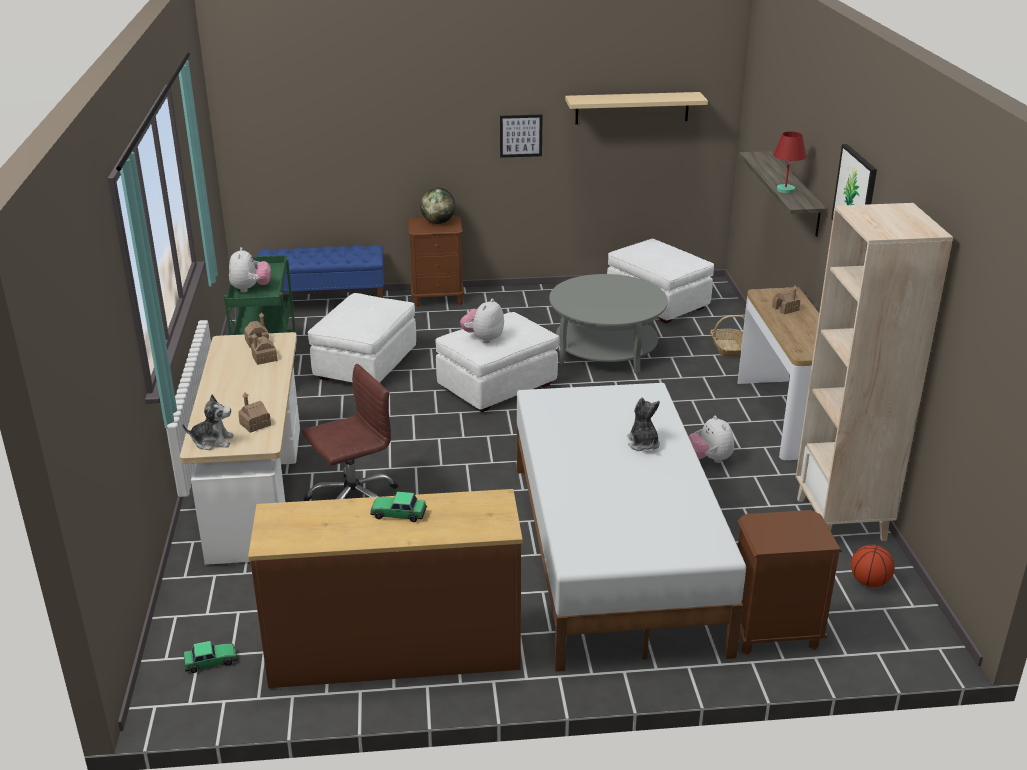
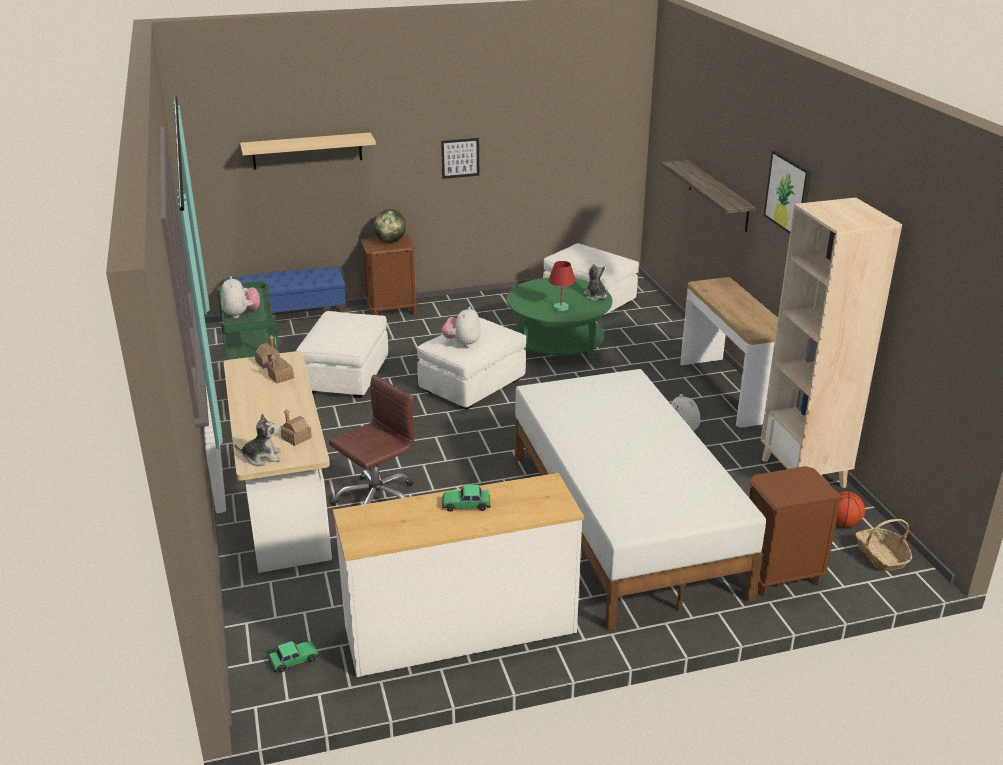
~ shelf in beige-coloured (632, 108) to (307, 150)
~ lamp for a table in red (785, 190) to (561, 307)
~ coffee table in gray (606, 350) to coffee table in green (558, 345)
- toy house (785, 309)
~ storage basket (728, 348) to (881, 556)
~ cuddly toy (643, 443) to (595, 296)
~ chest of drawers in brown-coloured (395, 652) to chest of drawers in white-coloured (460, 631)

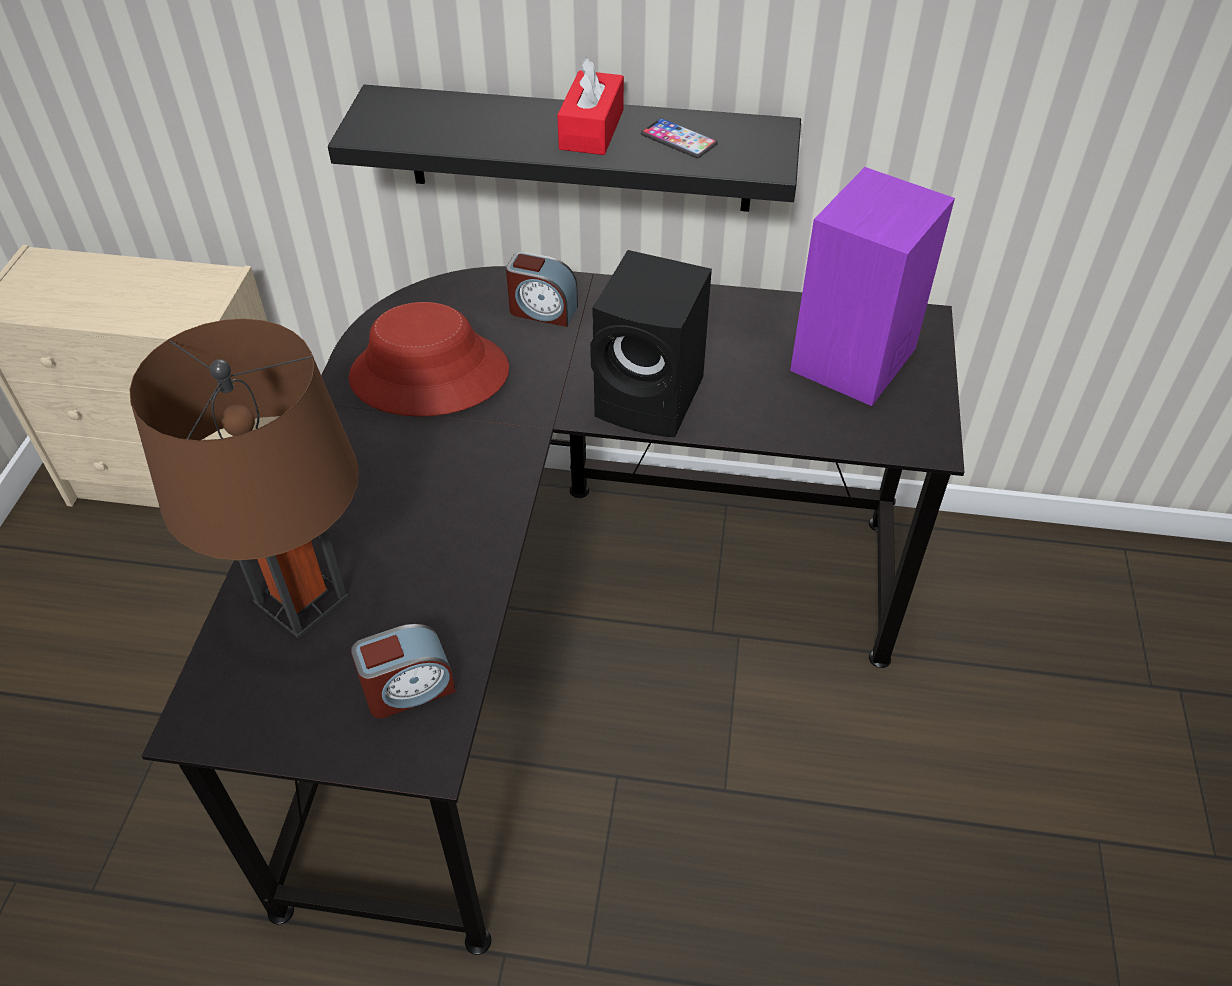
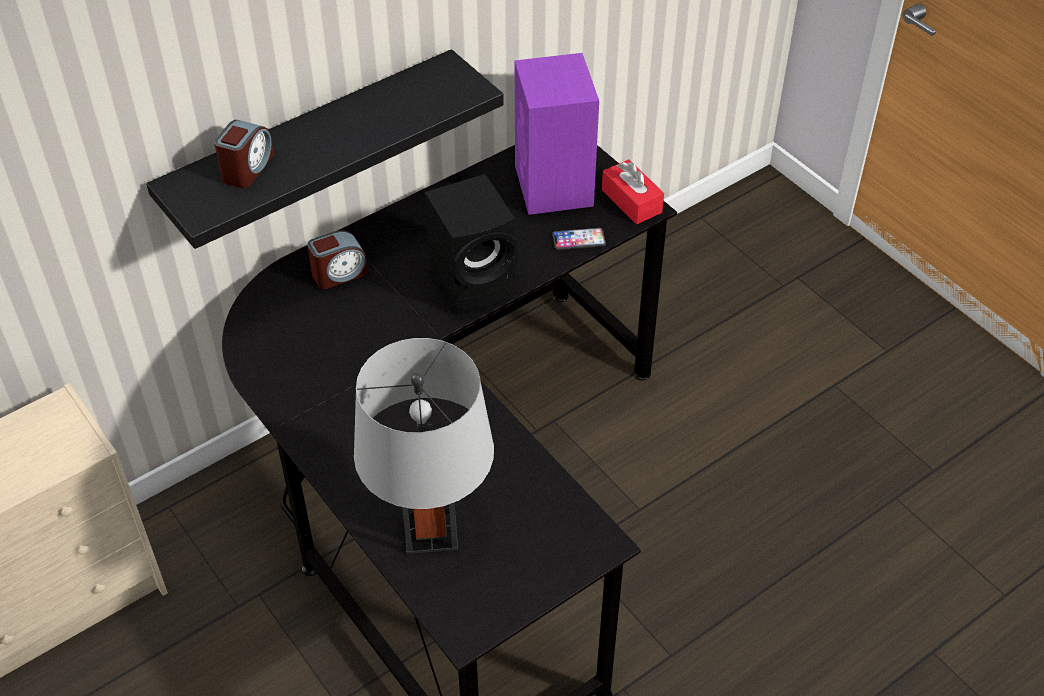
~ tissue box in red (591, 129) to (631, 201)
~ phone (679, 139) to (578, 240)
- hat in red (429, 375)
~ lamp for a table in brown-coloured (301, 599) to lamp for a table in gray (431, 531)
~ alarm clock (408, 689) to (247, 168)

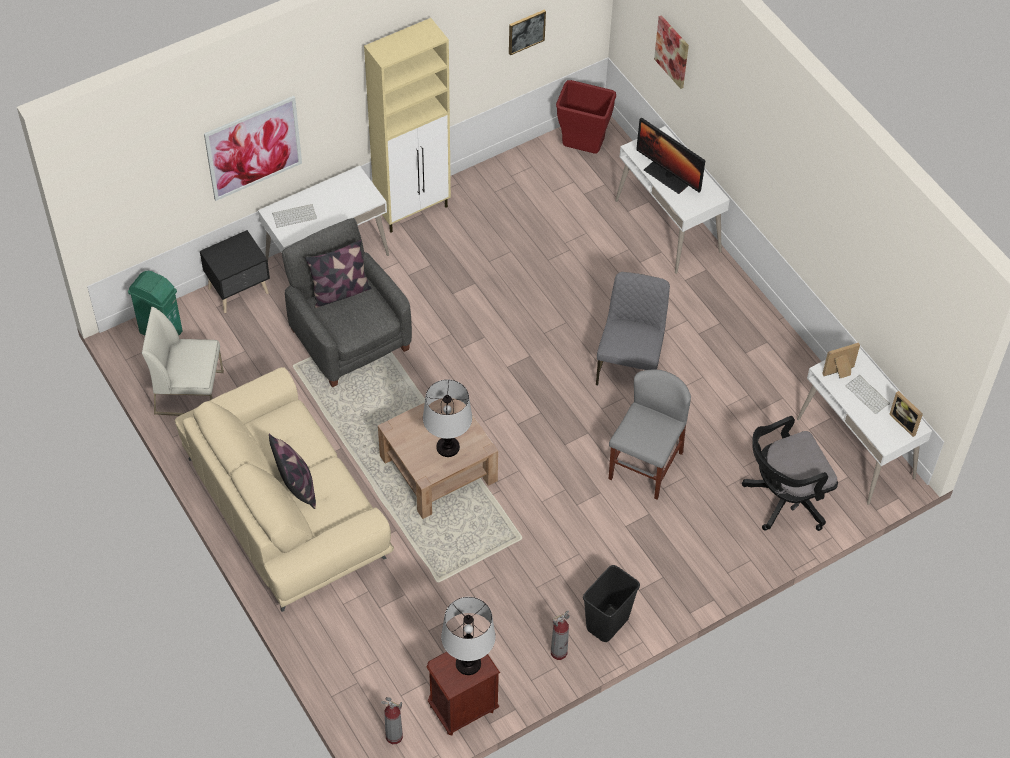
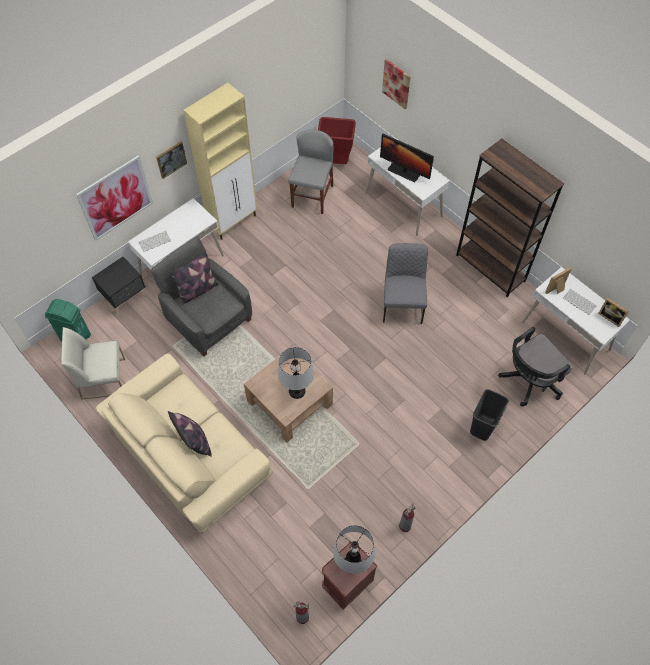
~ wall picture (526, 31) to (171, 159)
~ plain chair in gray (645, 466) to (312, 196)
~ waste bin in black-coloured (607, 624) to (483, 427)
+ shelving unit in brown-coloured (490, 268)

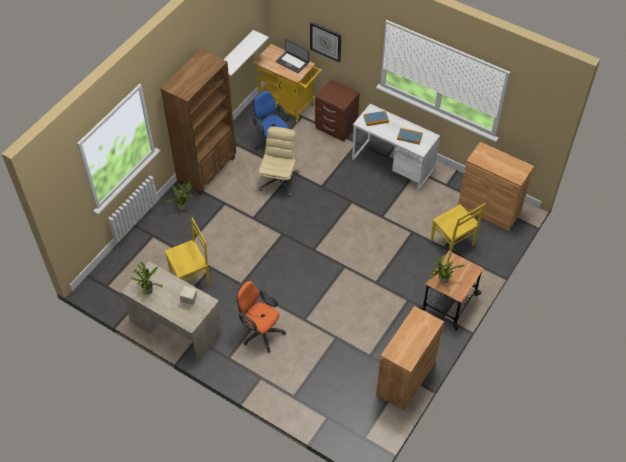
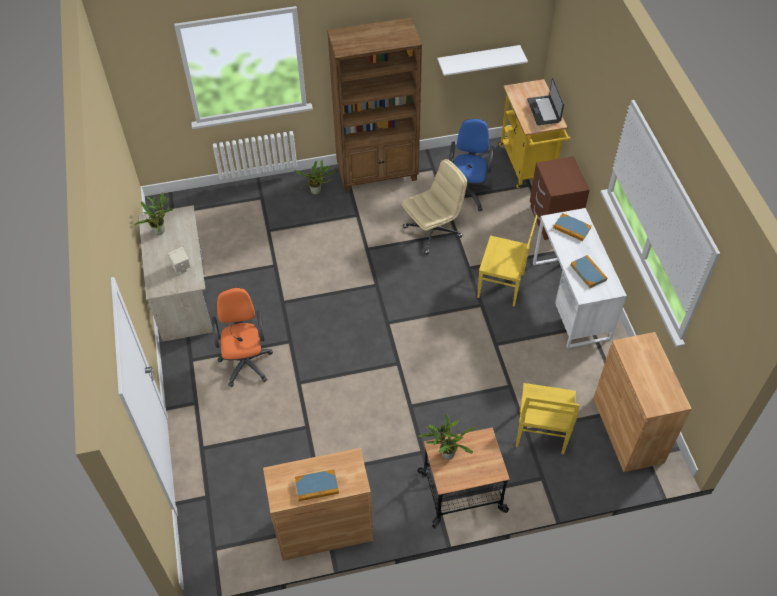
- wall clock (326, 41)
~ plain chair in yellow (191, 277) to (502, 286)
+ book (317, 486)

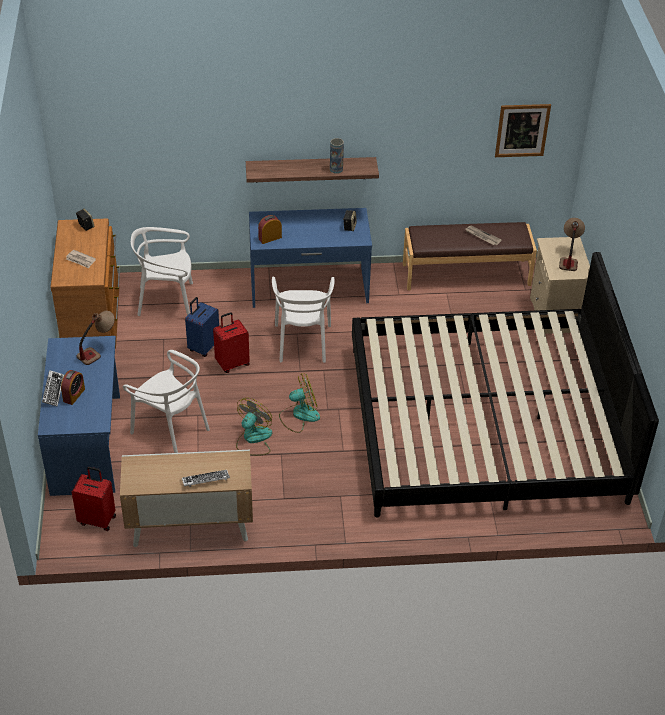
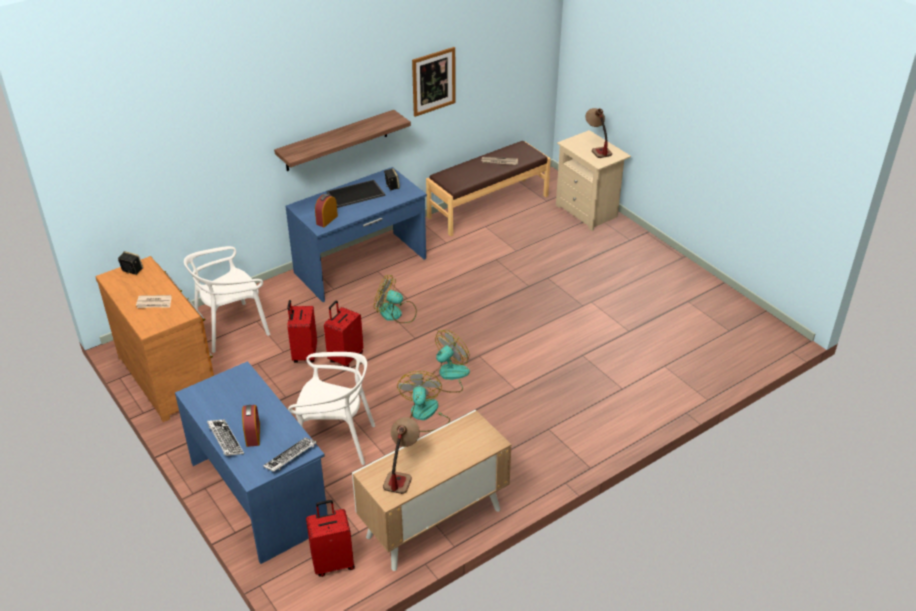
~ wall picture (522, 130) to (433, 81)
- flower vase (336, 169)
- sleeping bed (485, 423)
~ plain chair in white-coloured (302, 342) to fan (396, 313)
~ suitcase in blue (203, 347) to suitcase in red (304, 354)
~ lamp for a table (98, 351) to (401, 472)
~ keyboard (205, 480) to (290, 457)
+ tray (355, 194)

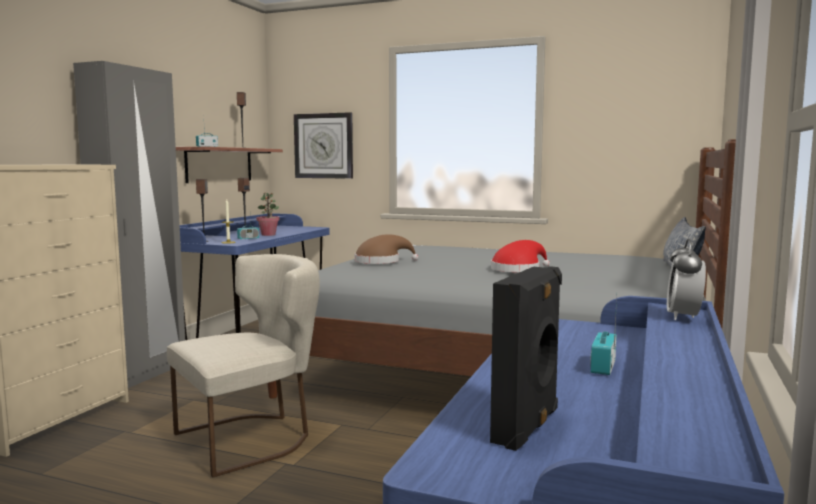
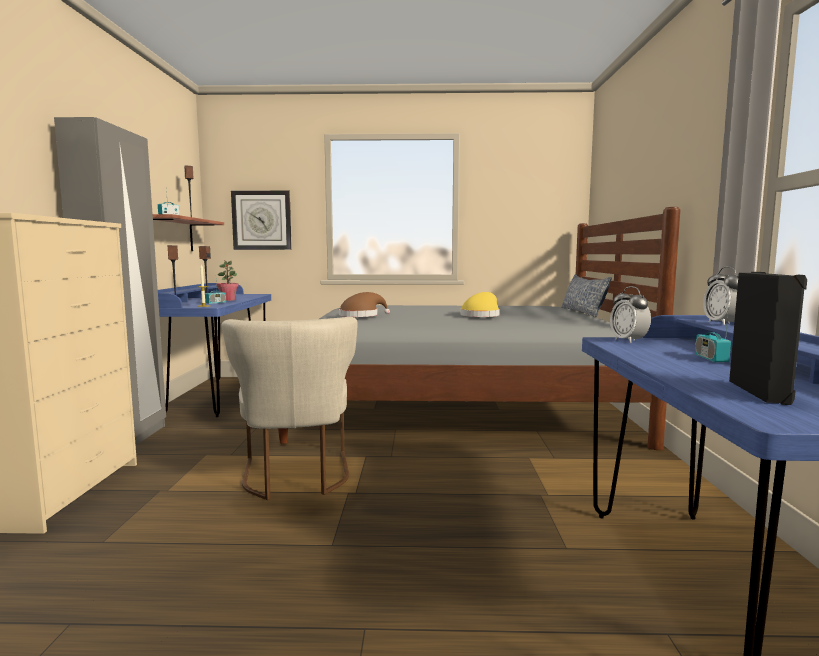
~ hat in red (518, 269) to hat in yellow (481, 316)
~ plain chair in beige-coloured (252, 438) = (296, 477) 135 degrees clockwise
+ alarm clock (628, 341)

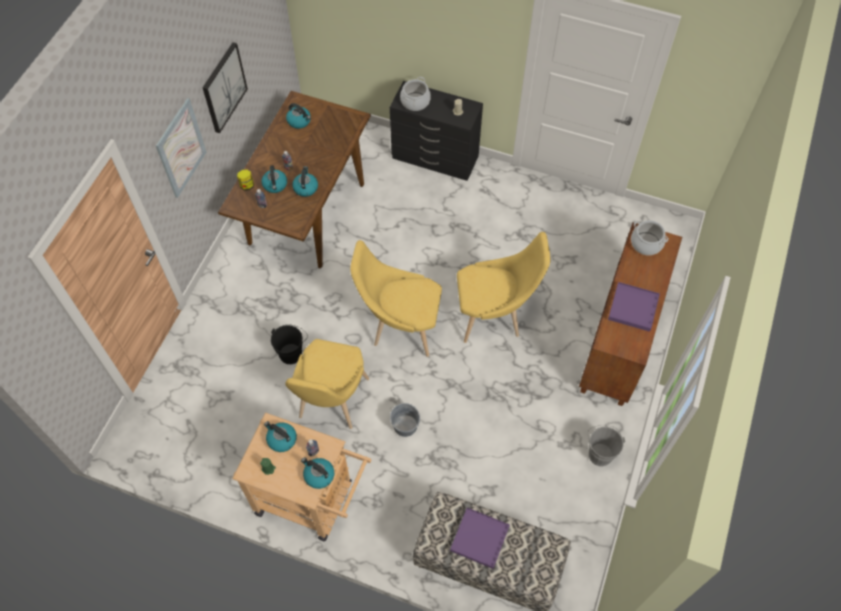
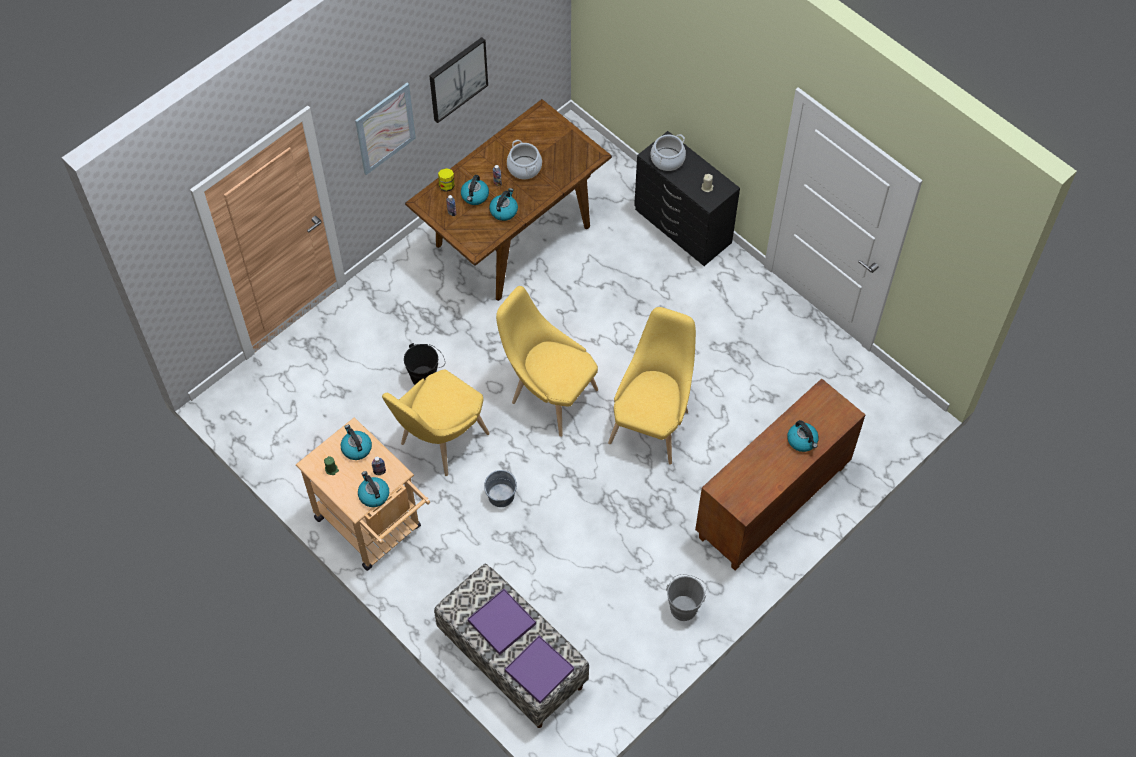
~ kettle (299, 121) to (802, 441)
~ saucepot (646, 244) to (524, 168)
~ plain chair in yellow (493, 315) = (652, 422) 90 degrees counterclockwise
~ tray in purple-coloured (633, 308) to (539, 670)

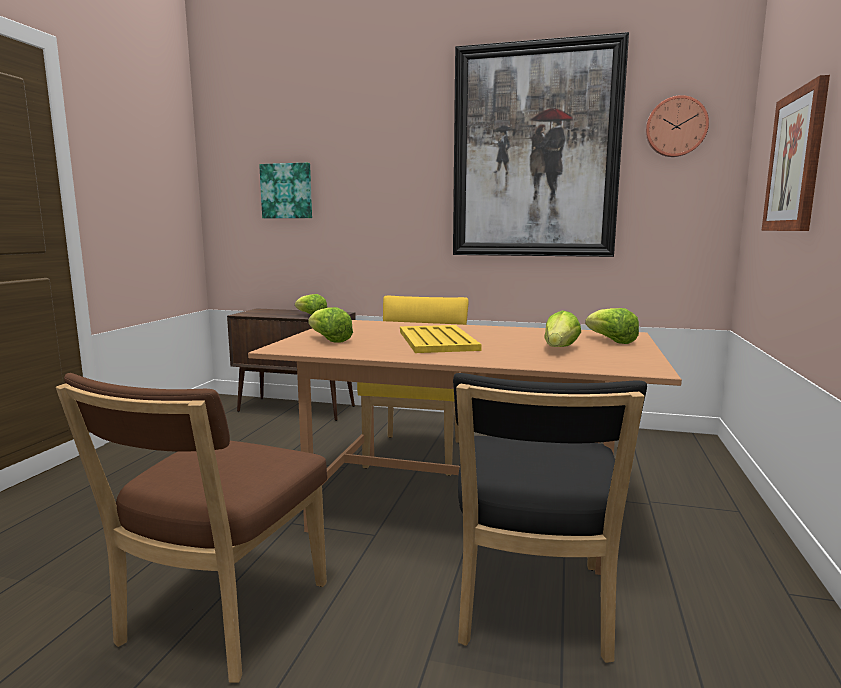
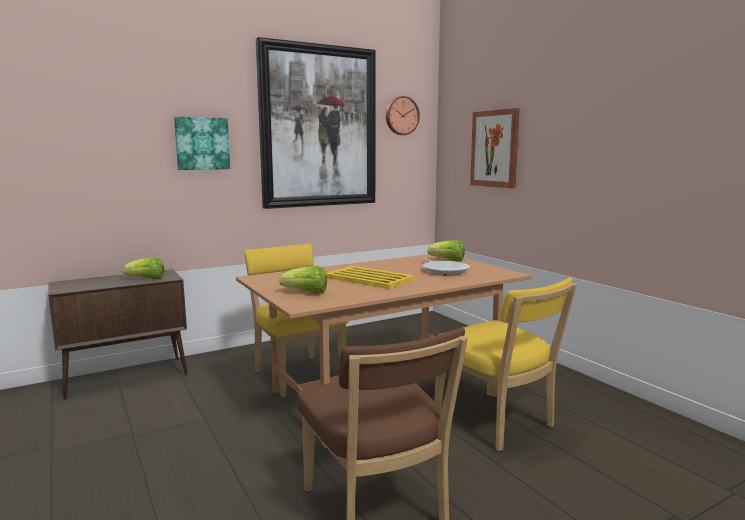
~ wall picture (287, 191) to (202, 143)
~ lettuce head (559, 349) to frying pan (444, 270)
~ plain chair in black-coloured (531, 609) to plain chair in yellow (497, 423)

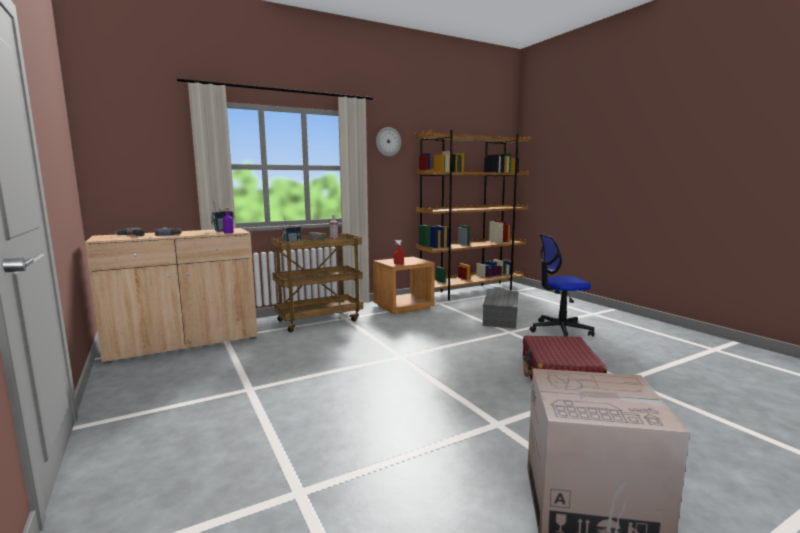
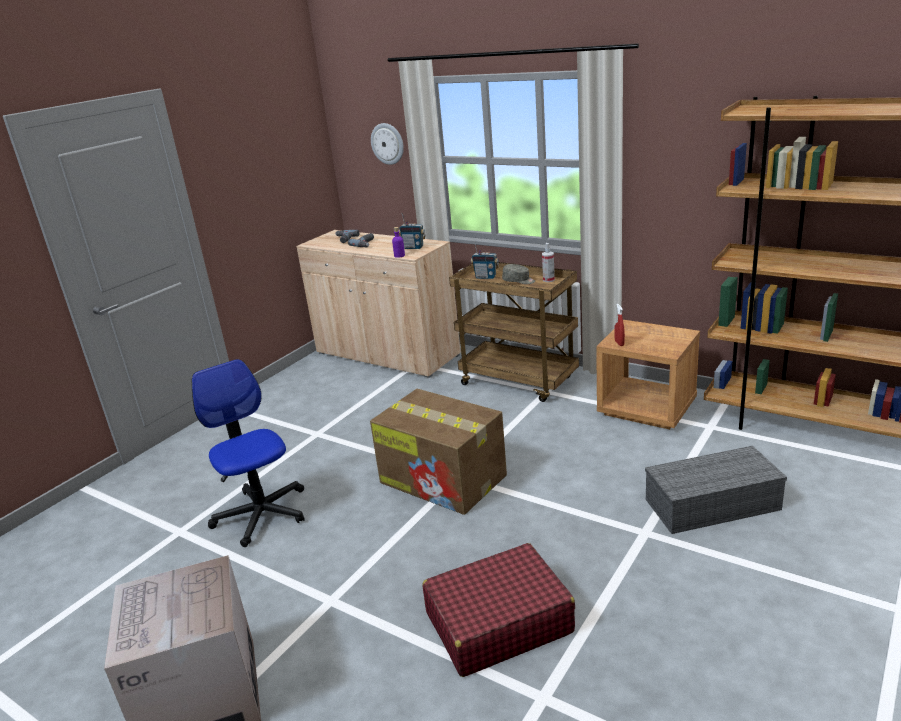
~ wall clock (388, 141) to (387, 143)
~ computer chair (560, 330) to (261, 514)
+ cardboard box (444, 479)

